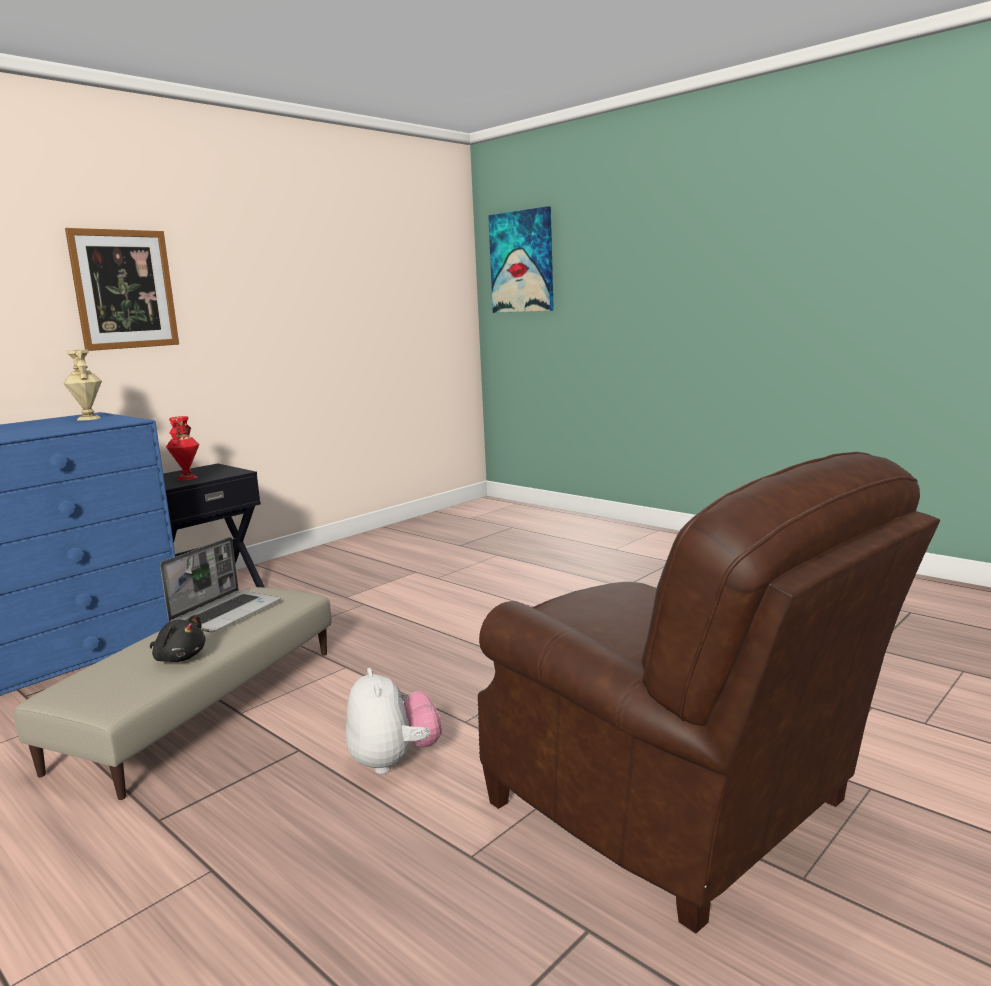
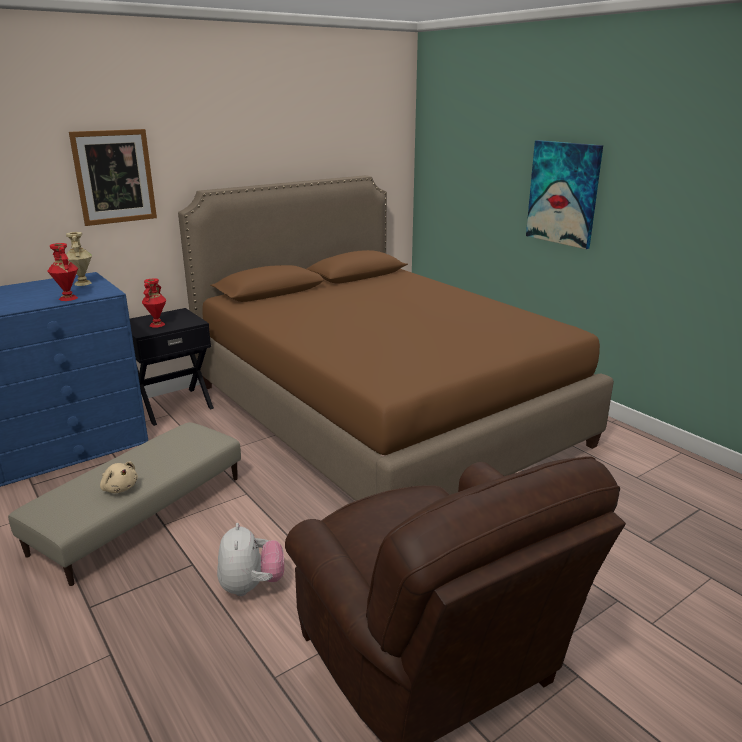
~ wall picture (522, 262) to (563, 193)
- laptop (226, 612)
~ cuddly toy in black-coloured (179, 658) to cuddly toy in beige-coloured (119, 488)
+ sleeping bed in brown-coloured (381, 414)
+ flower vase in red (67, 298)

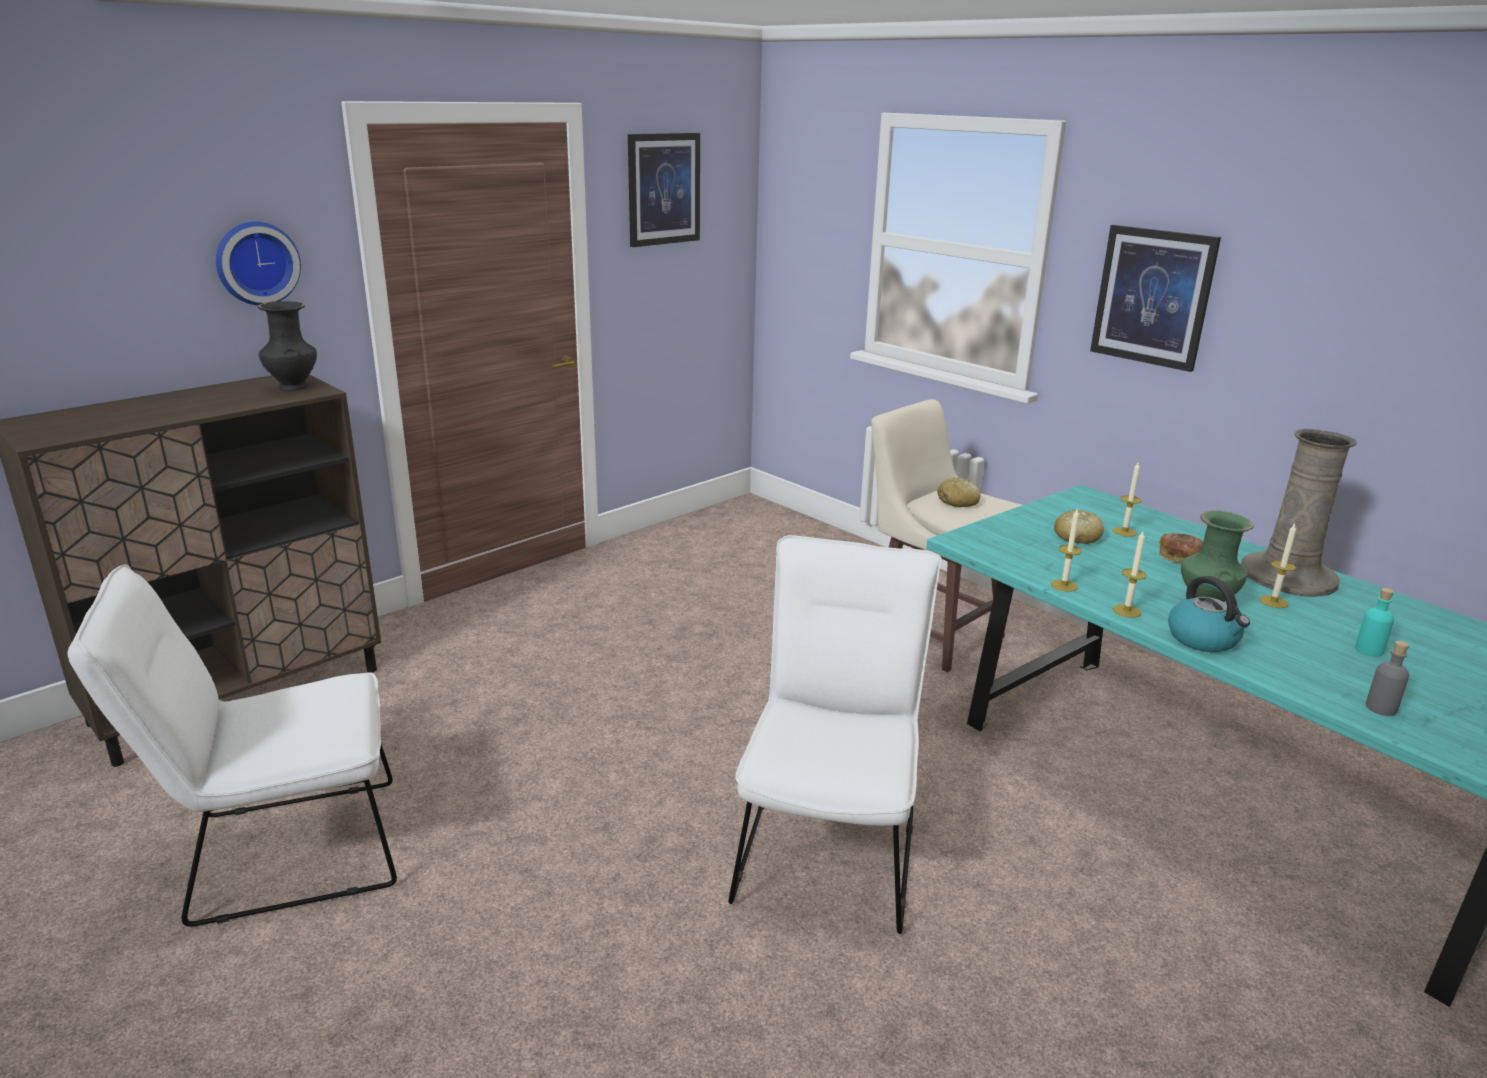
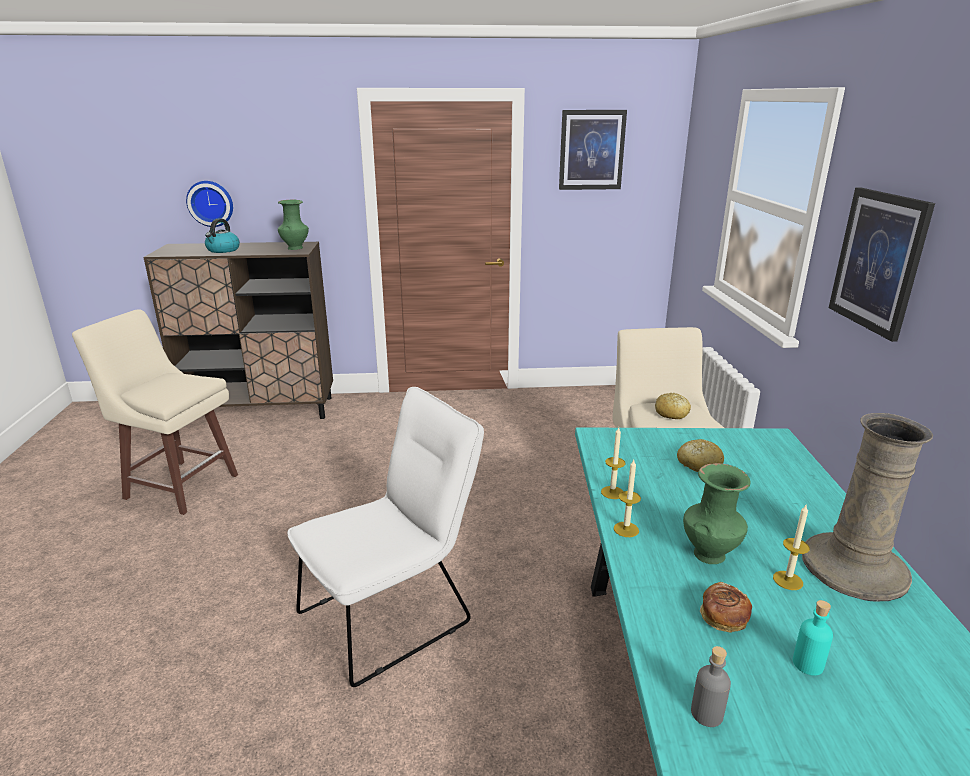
~ wall clock (256, 263) to (211, 203)
~ flower vase in black-coloured (293, 387) to flower vase in green (295, 248)
- wax candle (1124, 532)
~ bread (1180, 559) to (723, 619)
~ plain chair in white-coloured (279, 853) to stool seat in beige-coloured (180, 485)
~ kettle (1204, 639) to (223, 250)

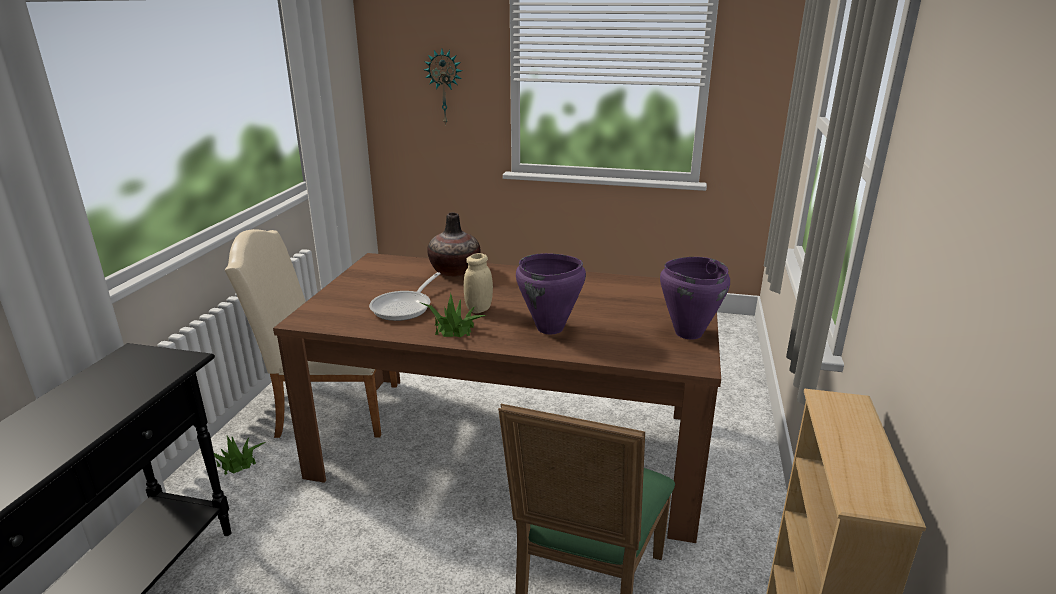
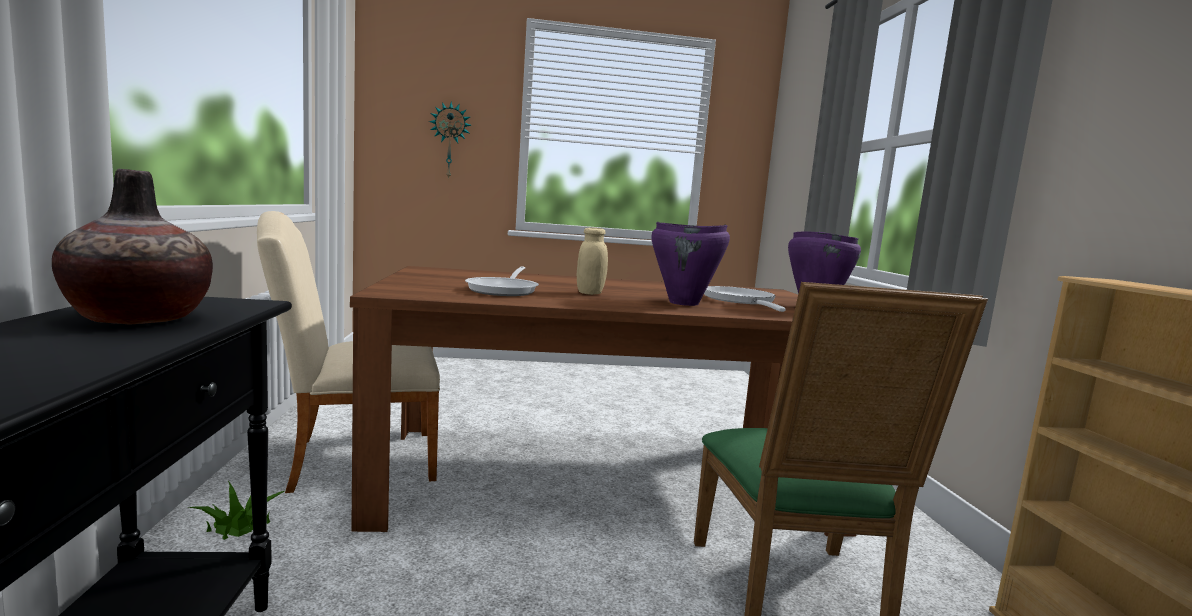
~ flower vase (454, 271) to (139, 318)
- houseplant (453, 329)
+ frying pan in white-coloured (740, 301)

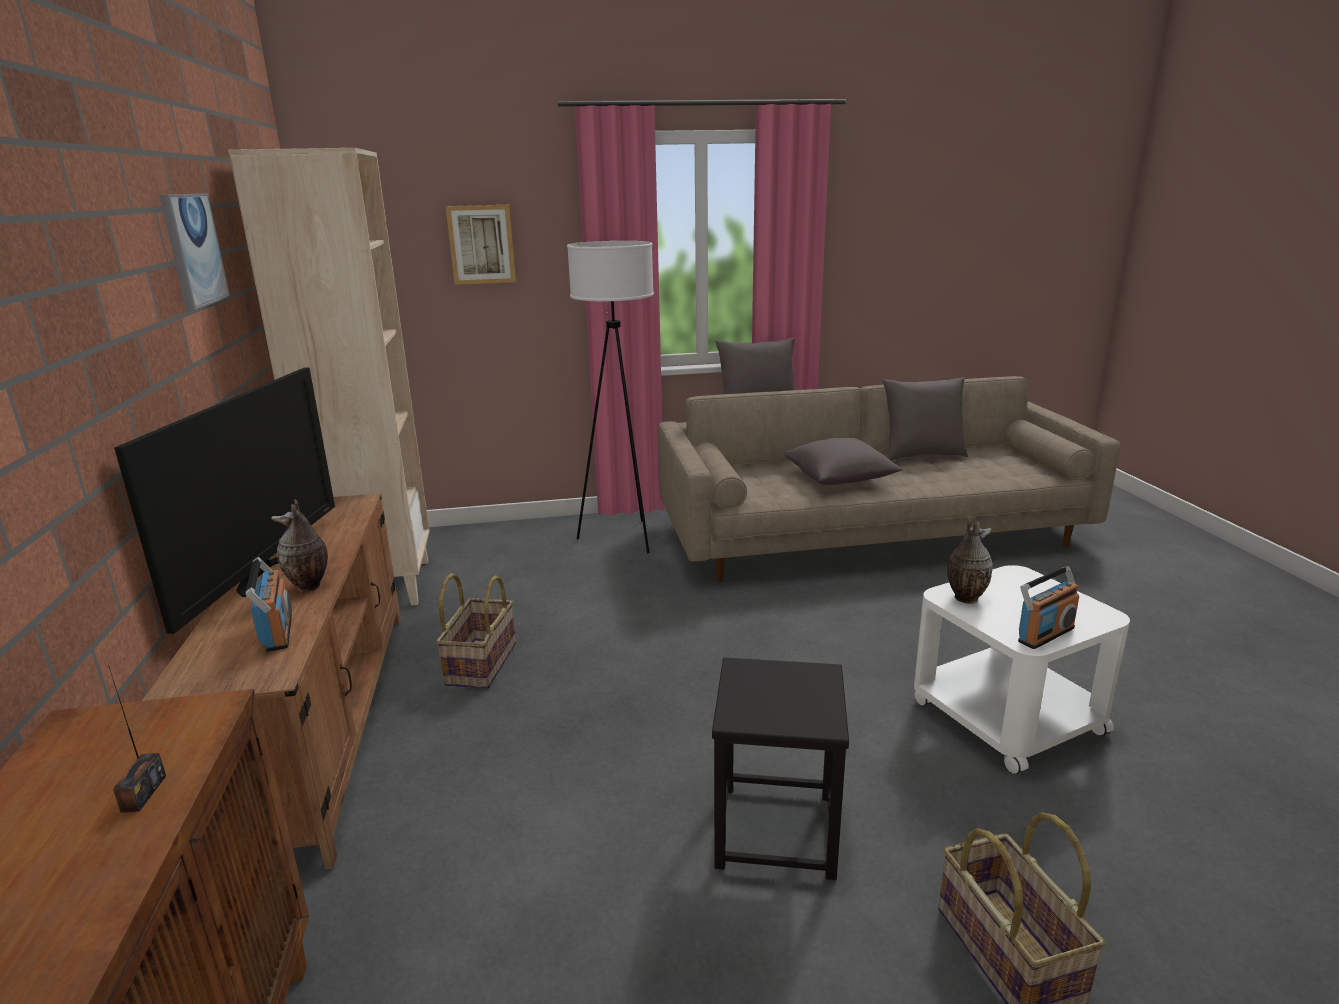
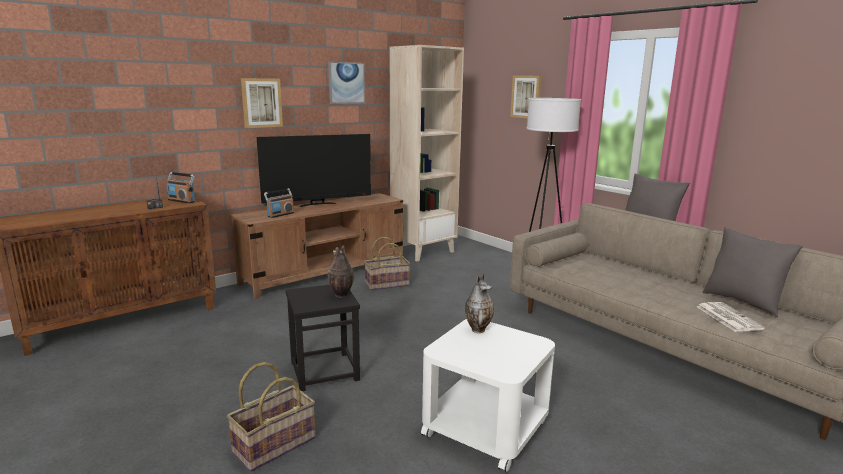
- throw pillow in gray (839, 479)
~ flower vase (309, 587) to (340, 295)
~ radio receiver (1045, 634) to (181, 201)
+ wall picture (261, 103)
+ daily paper (727, 317)

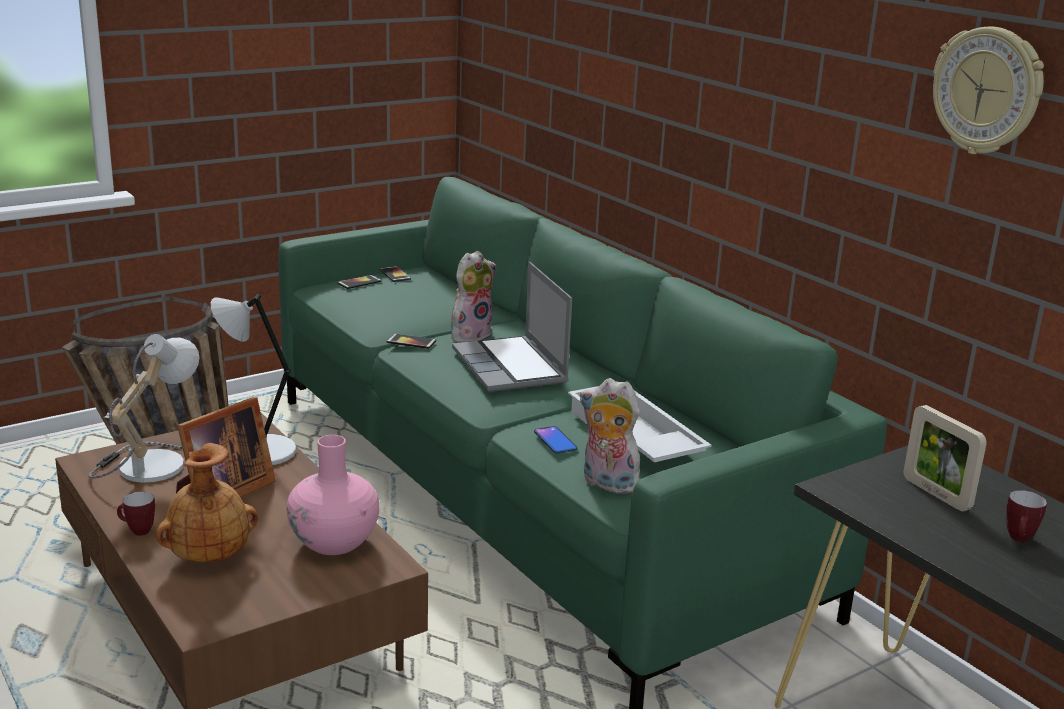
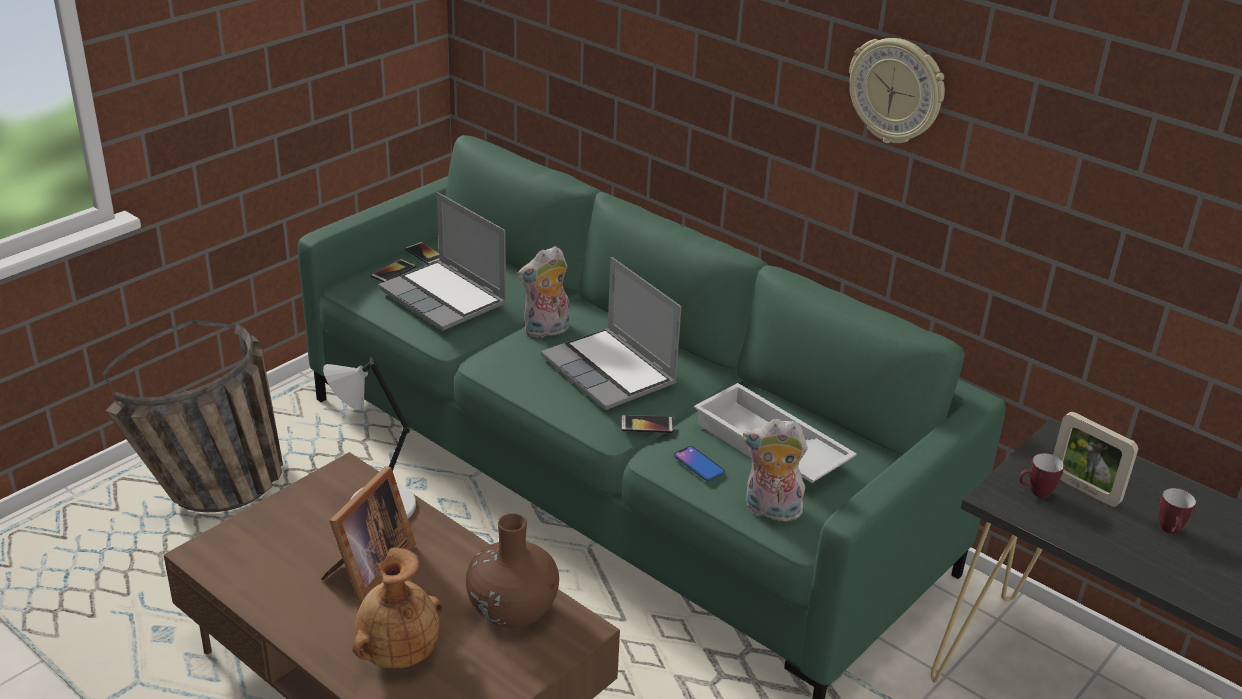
~ wall clock (987, 91) to (896, 91)
~ cuddly toy (470, 335) = (546, 331) 150 degrees counterclockwise
- lamp for a table (148, 464)
~ phone (411, 342) to (647, 425)
~ flower vase in pinkish (334, 542) to flower vase in brown-coloured (512, 610)
~ coffee mug (137, 531) to (1035, 493)
+ laptop (445, 298)

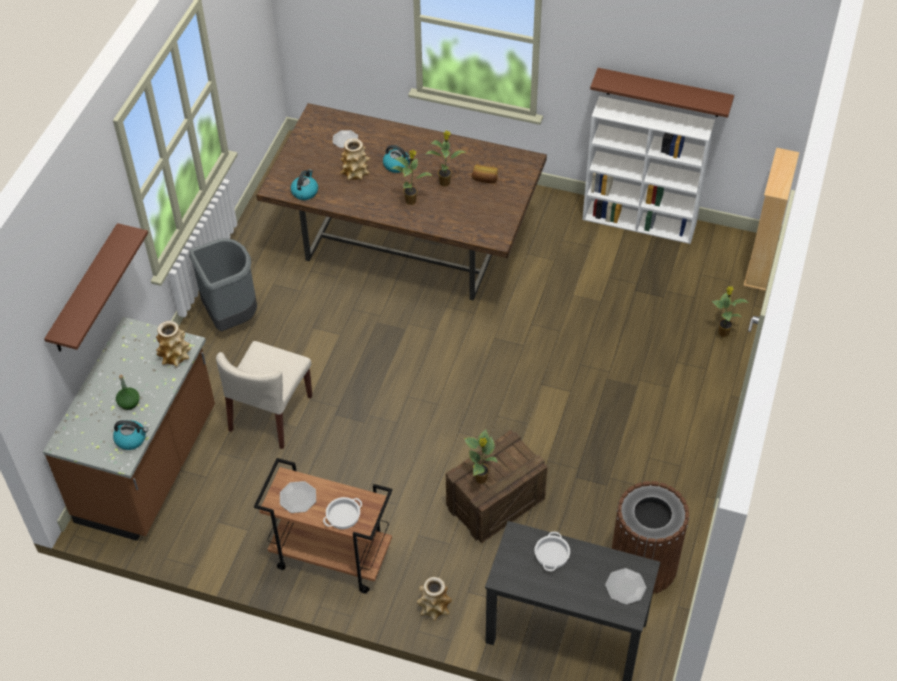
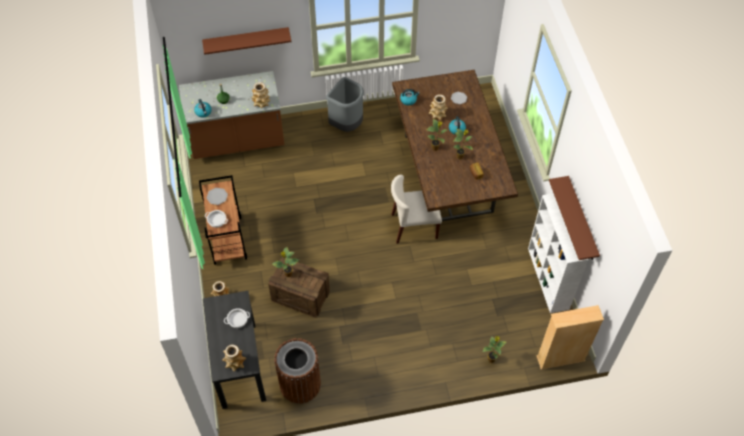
~ plain chair in beige-coloured (271, 414) to (414, 226)
~ flat dish (625, 587) to flower vase (235, 362)

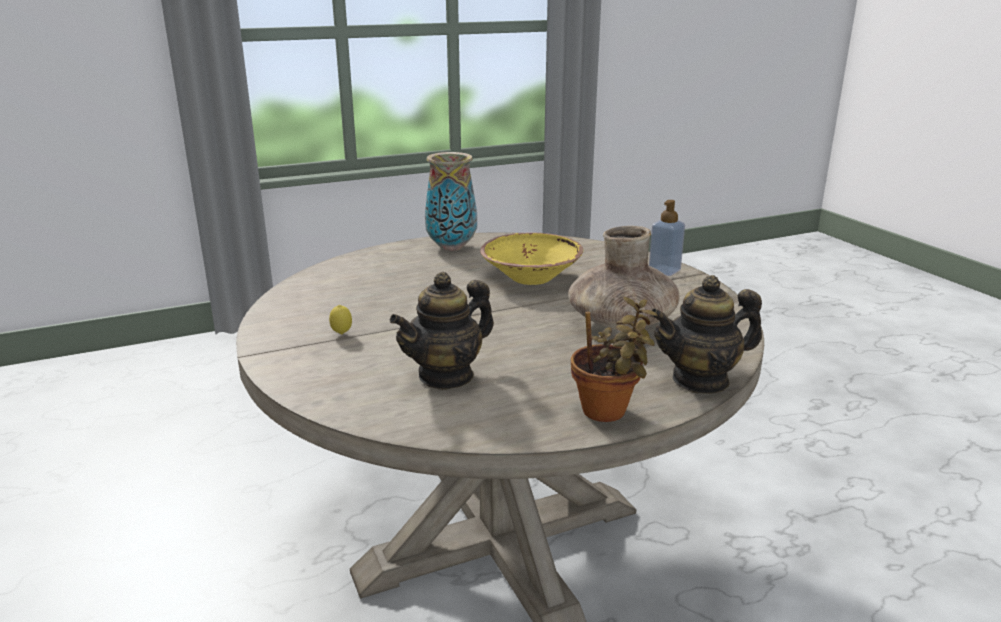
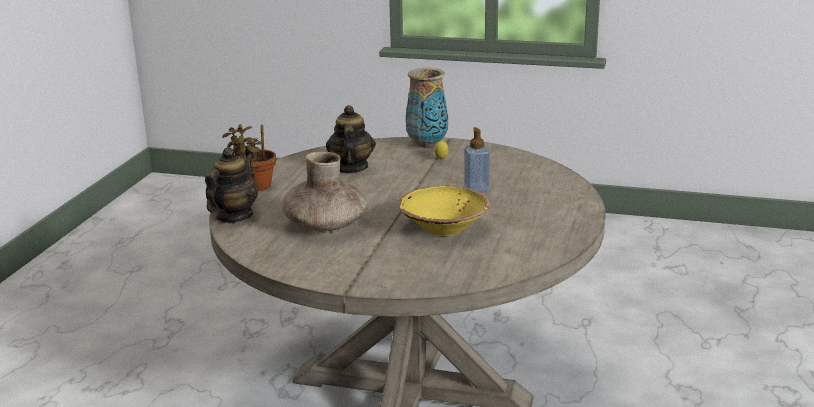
~ flower vase (452, 247) to (427, 145)
~ liquid soap bottle (664, 271) to (476, 188)

